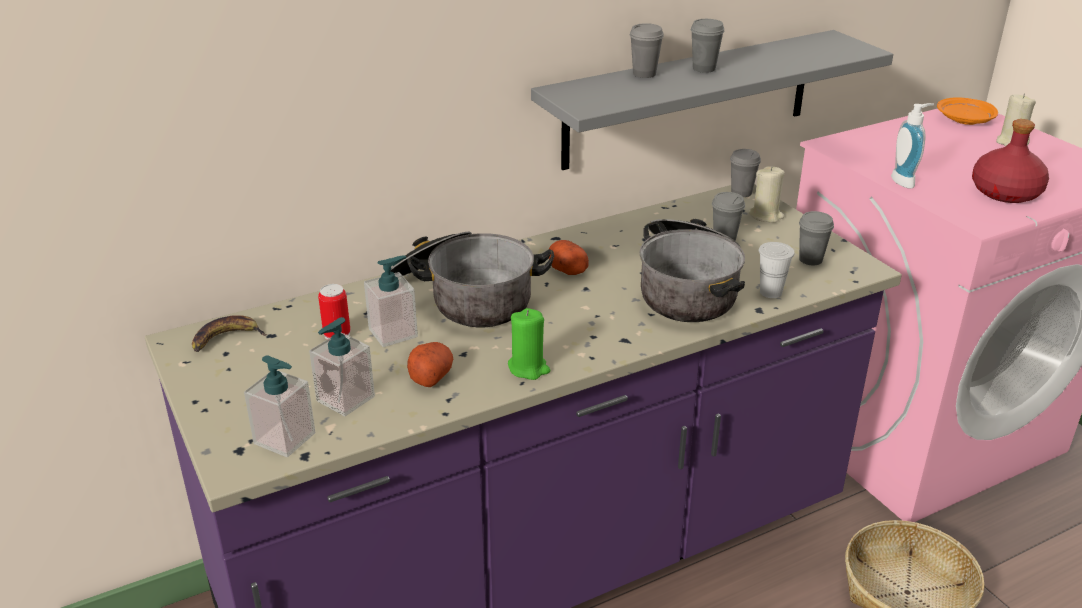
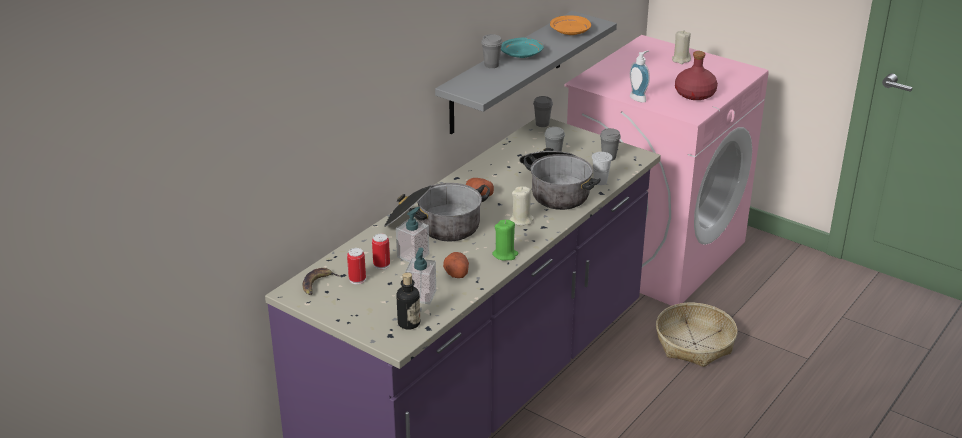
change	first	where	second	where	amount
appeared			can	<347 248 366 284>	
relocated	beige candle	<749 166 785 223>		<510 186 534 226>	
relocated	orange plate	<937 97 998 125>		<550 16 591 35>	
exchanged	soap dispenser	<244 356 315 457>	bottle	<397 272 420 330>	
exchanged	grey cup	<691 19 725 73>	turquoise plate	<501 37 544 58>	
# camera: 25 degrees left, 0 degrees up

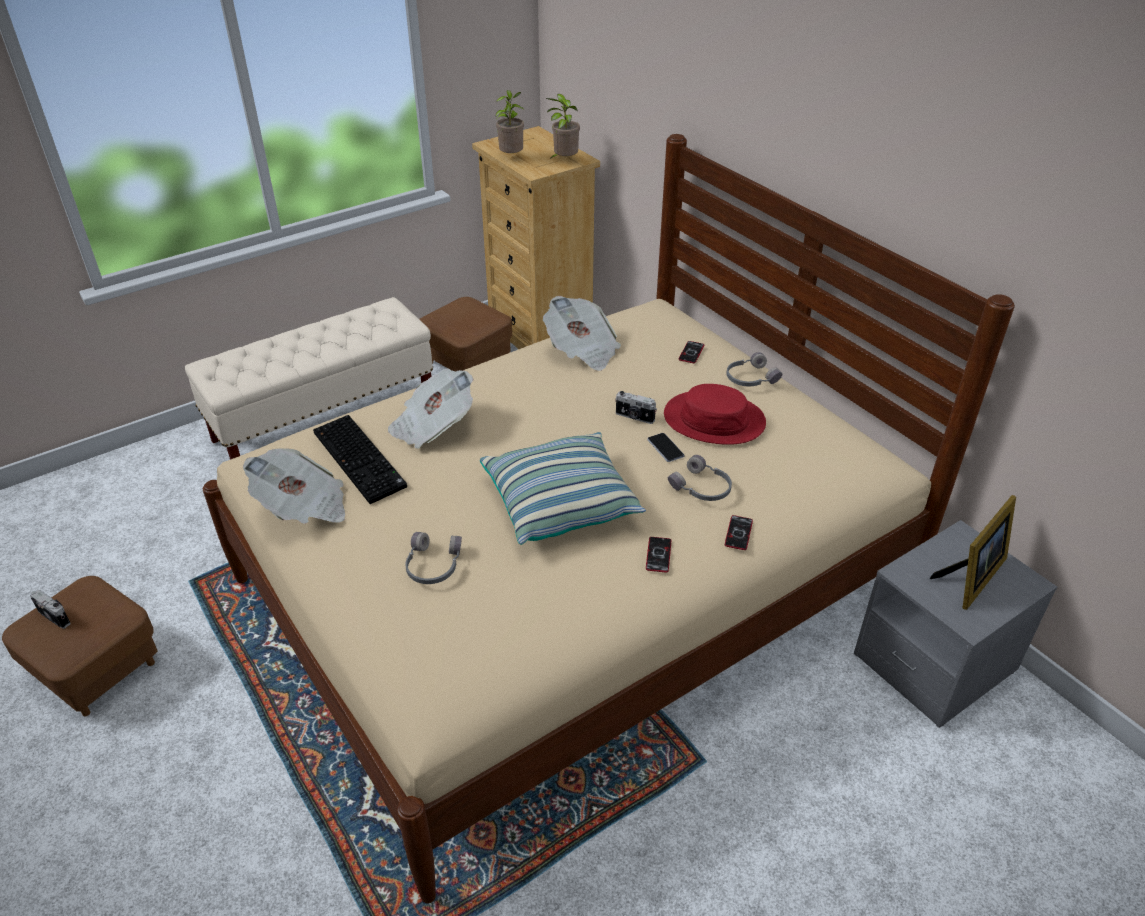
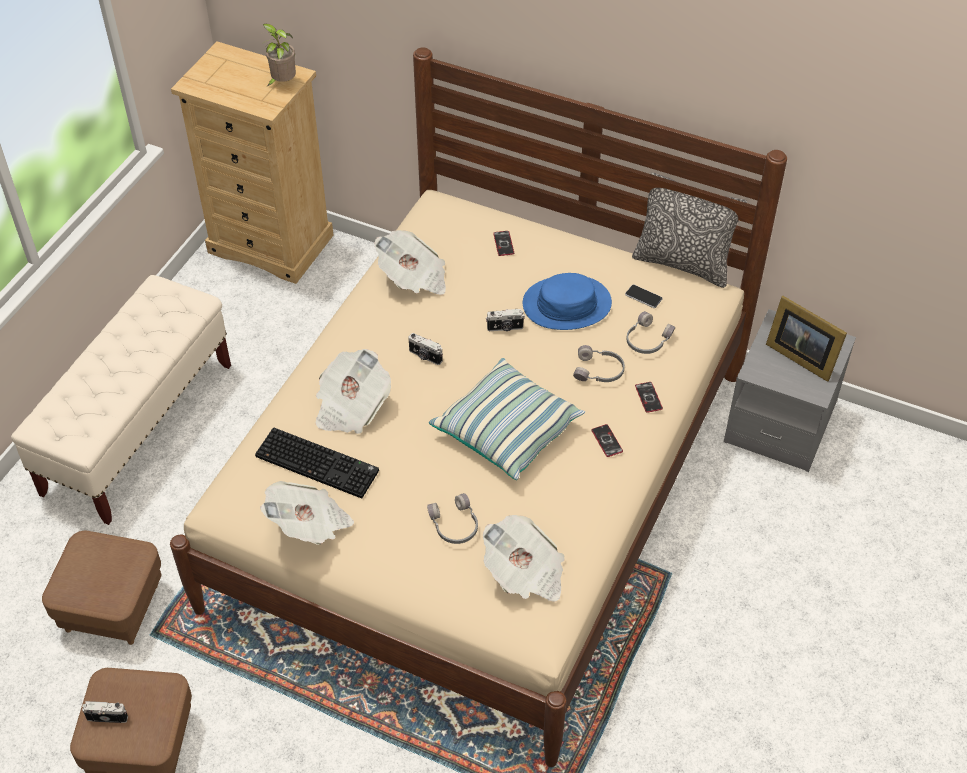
change	first	where	second	where	amount
missing	potted plant	<495 90 524 153>			
appeared			photo camera	<408 333 443 365>	
appeared			newspaper	<483 515 565 602>	
appeared			pillow	<632 173 747 288>	
relocated	brown ottoman	<420 297 512 371>		<42 531 162 645>	
relocated	phone	<647 433 684 462>		<625 285 663 308>	
relocated	grey headphones	<726 352 782 386>		<626 311 675 354>	
colour	red hat	<664 384 766 445>	blue hat	<523 273 612 330>	
spun	picture frame	<929 495 1016 610>		<766 296 847 382>	120 degrees clockwise
# camera: 30 degrees left, 10 degrees up

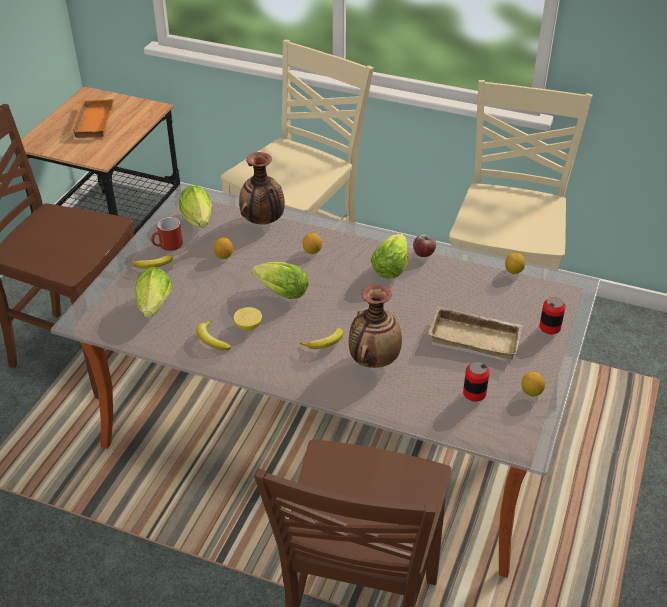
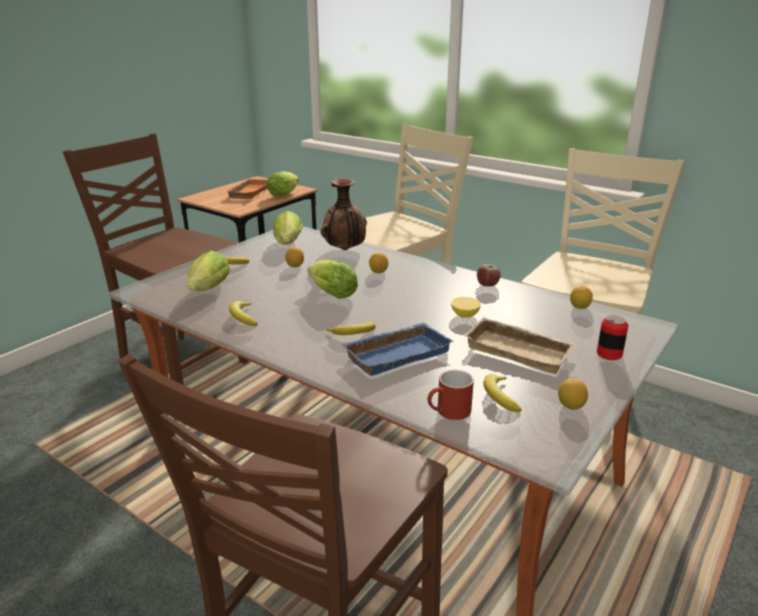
change	first	where	second	where	amount
relocated	red mug	<151 217 183 251>		<428 370 474 420>	
relocated	lemon	<234 307 262 330>		<451 297 481 318>	
relocated	lettuce	<371 234 408 279>		<266 171 299 197>	
exchanged	vase	<349 285 402 368>	blue tray	<342 323 454 376>	
exchanged	can	<463 362 490 402>	banana	<483 374 522 413>	
# camera: 15 degrees right, 15 degrees down

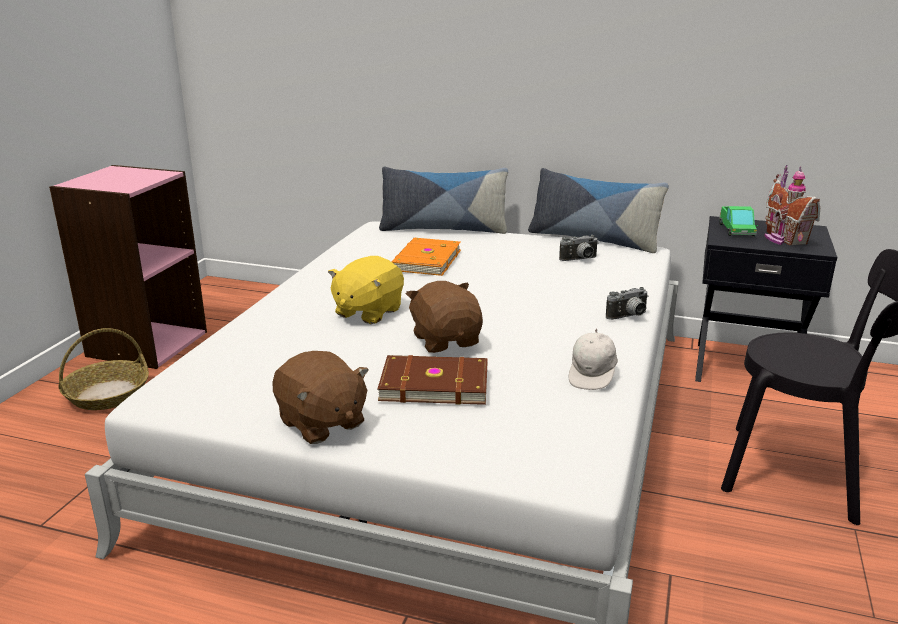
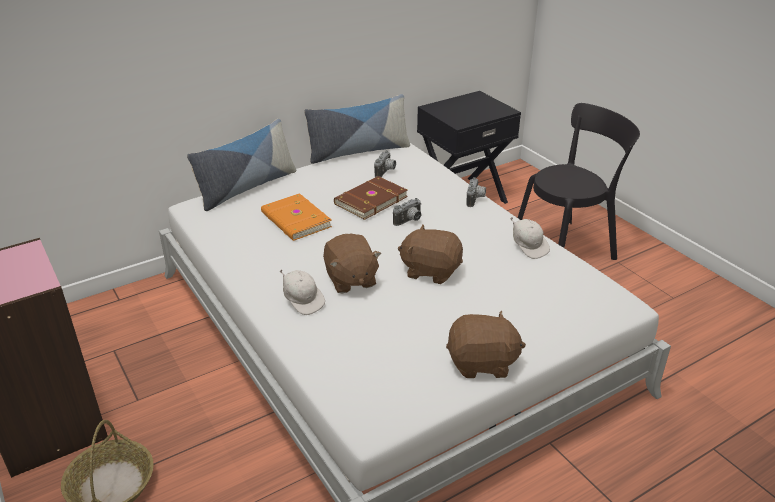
change	first	where	second	where	amount
missing	toy truck	<719 206 758 236>			
missing	toy house	<764 165 820 245>			
appeared			white cap	<280 270 325 315>	
appeared			photo camera	<393 198 422 226>	
relocated	brown book	<377 355 488 405>		<334 176 408 220>	
colour	yellow plush toy	<328 256 404 324>	brown plush toy	<323 234 381 293>	
# camera: 50 degrees left, 10 degrees up

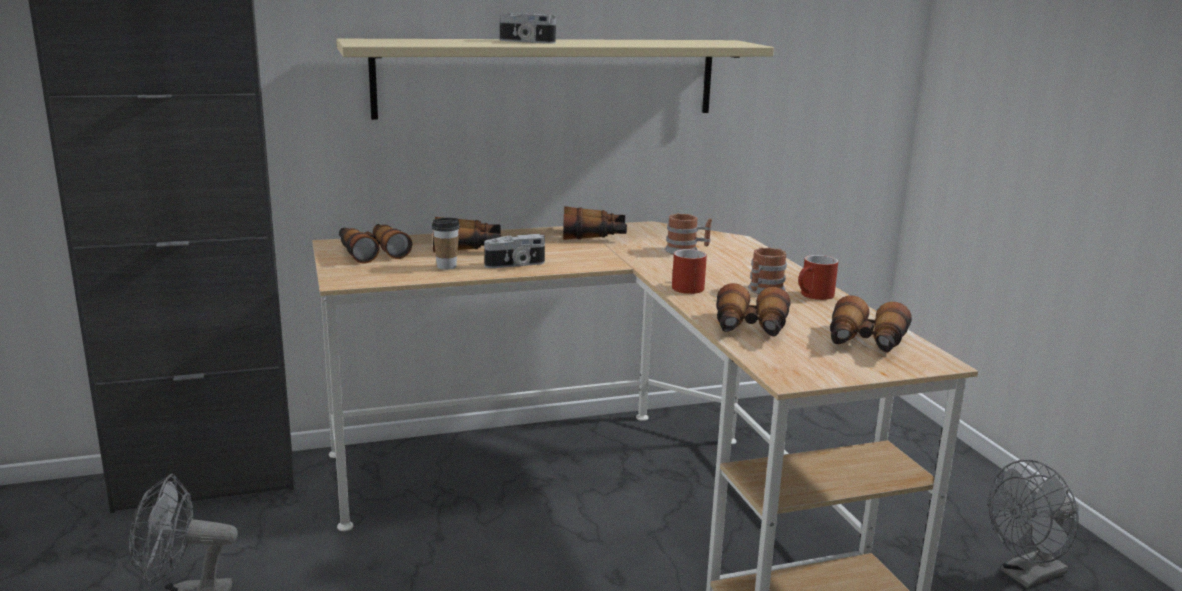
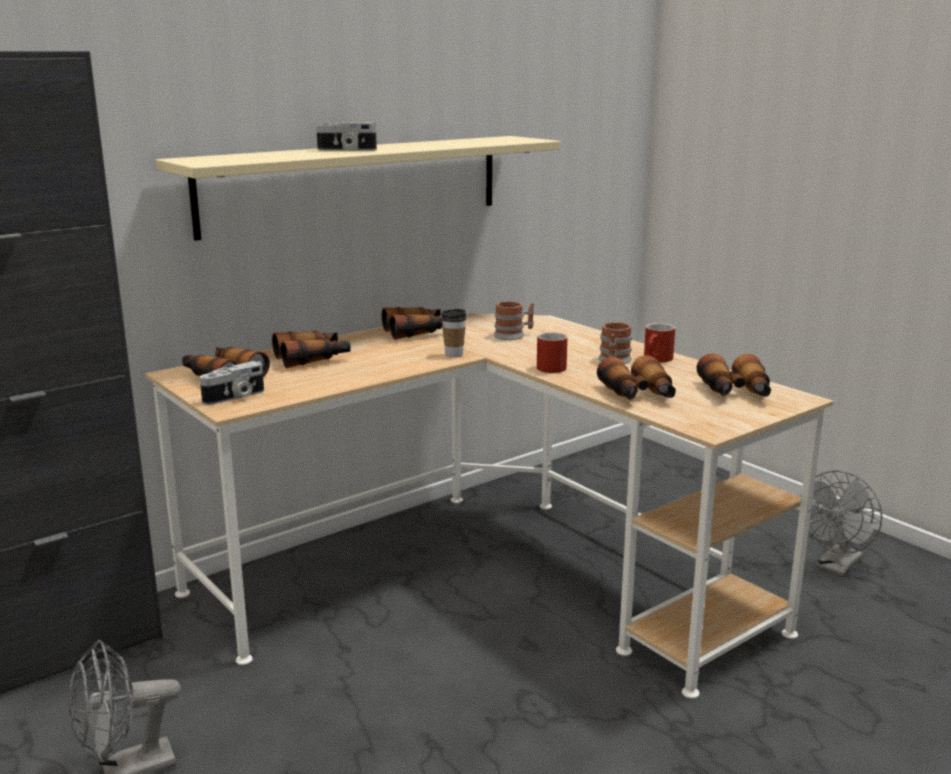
change	first	where	second	where	amount
relocated	cup	<432 218 460 270>		<441 309 467 358>	
relocated	photo camera	<484 234 545 268>		<200 361 264 405>	
# camera: 20 degrees left, 0 degrees up

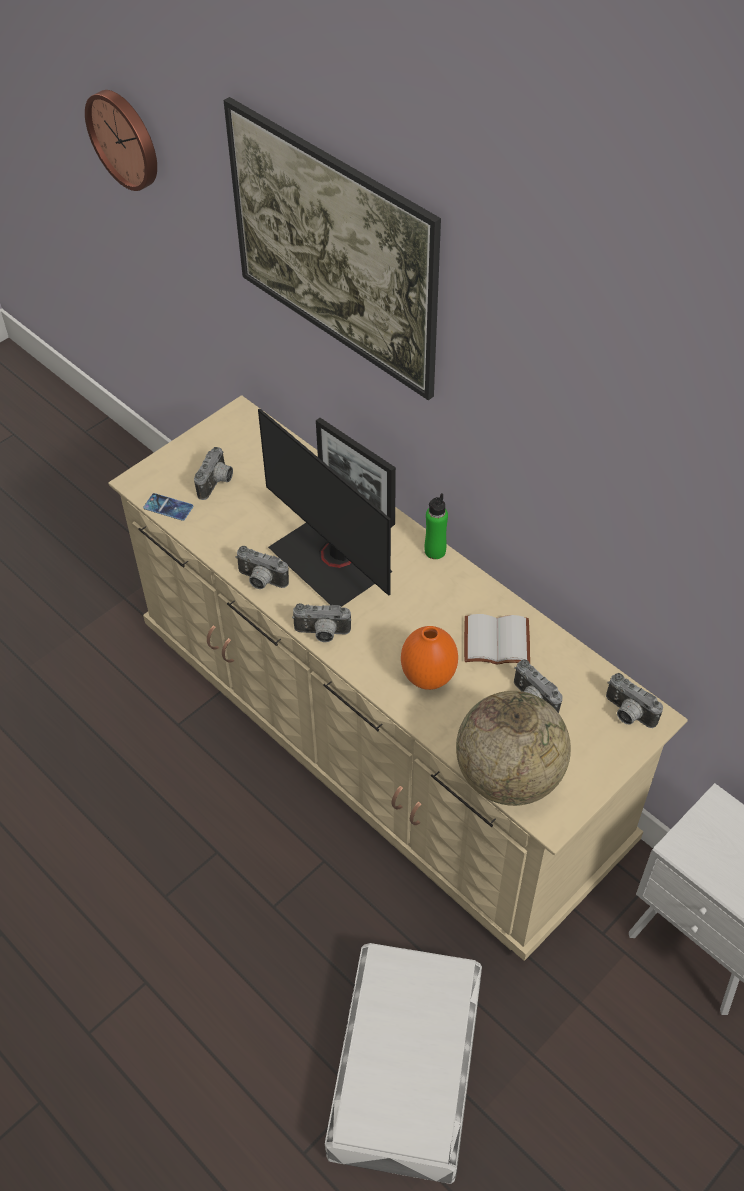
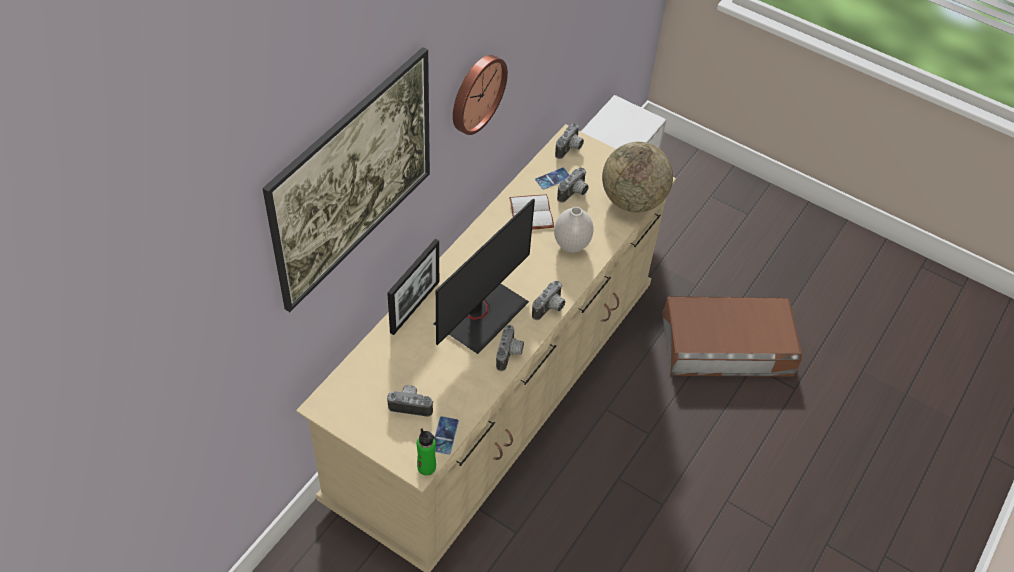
change	first	where	second	where	amount
appeared			phone	<535 167 569 189>	
relocated	wall clock	<85 90 157 191>		<453 55 508 135>	
relocated	green bottle	<424 493 448 559>		<417 428 436 475>	
colour	white storage box	<325 943 482 1184>	brown storage box	<663 296 802 377>	
colour	orange vase	<401 626 458 690>	white vase	<554 207 593 253>	
spun	photo camera	<292 603 351 642>		<532 281 565 320>	45 degrees clockwise
# camera: 105 degrees left, 0 degrees up

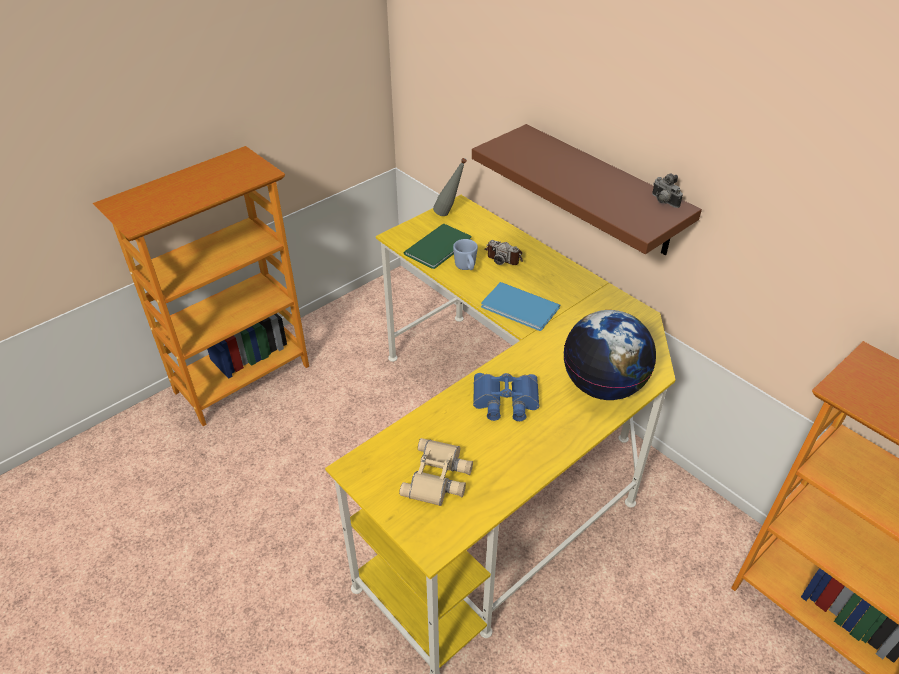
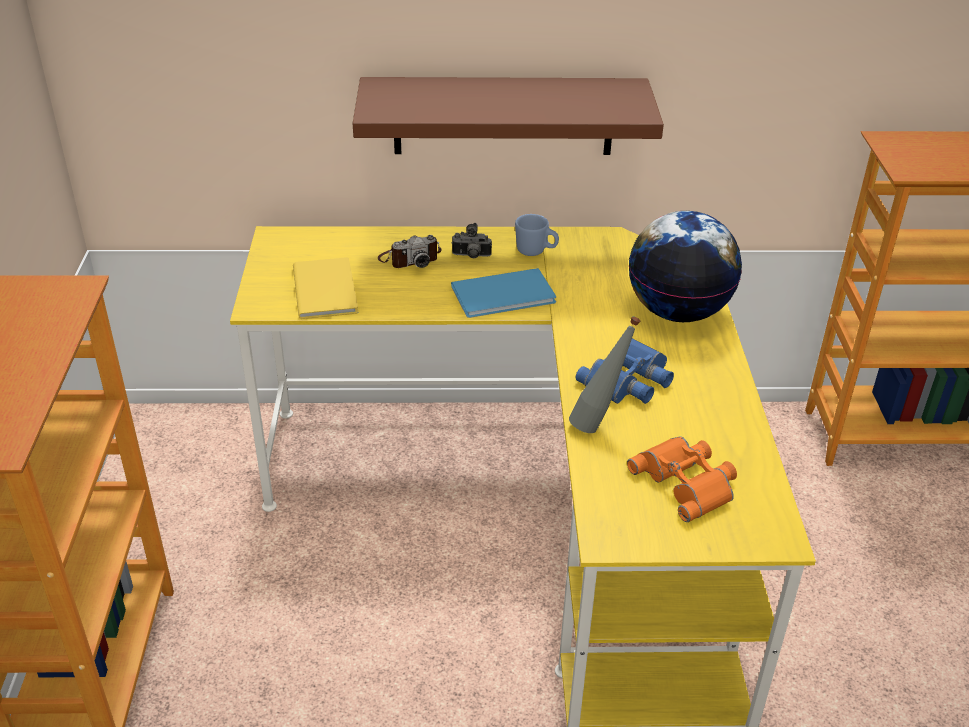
change	first	where	second	where	amount
relocated	grey bottle	<433 158 467 216>		<569 317 640 433>	
relocated	blue mug	<453 239 478 270>		<515 214 559 256>	
relocated	photo camera	<652 173 683 208>		<451 223 492 258>	
colour	beige binoculars	<399 438 473 506>	orange binoculars	<627 437 737 522>	
colour	green book	<403 224 472 269>	yellow book	<293 257 358 319>	
# camera: 50 degrees left, 5 degrees down

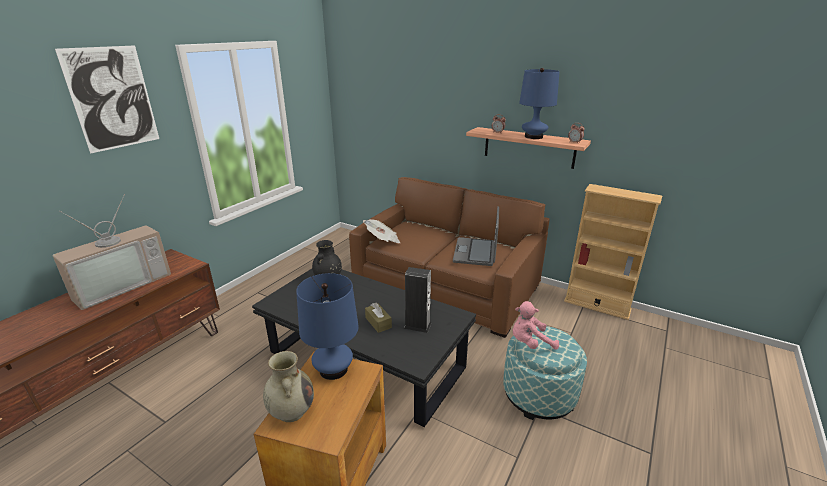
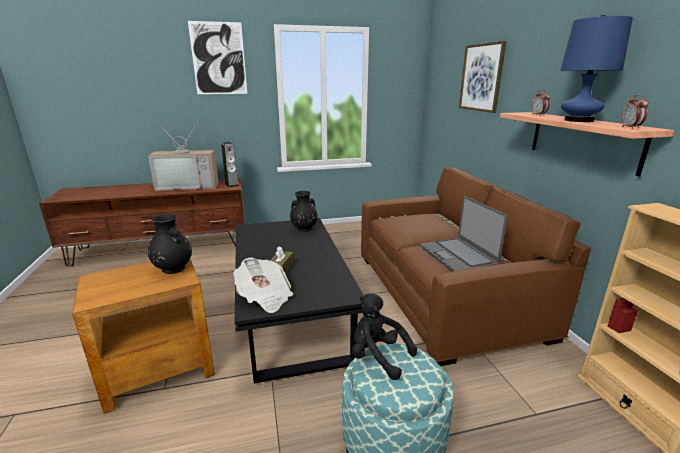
change	first	where	second	where	amount
missing	beige vase	<263 351 314 422>			
appeared			picture	<459 41 507 113>	
relocated	newspaper	<363 219 400 243>		<233 257 293 313>	
relocated	speaker	<404 267 431 333>		<221 142 239 188>	
exchanged	blue table lamp	<296 273 359 380>	black vase	<148 214 192 274>	
colour	pink plush toy	<513 301 559 349>	black plush toy	<352 293 417 380>	
spun	laptop	<453 206 499 266>		<420 196 508 271>	75 degrees counterclockwise
# camera: 45 degrees right, 5 degrees down

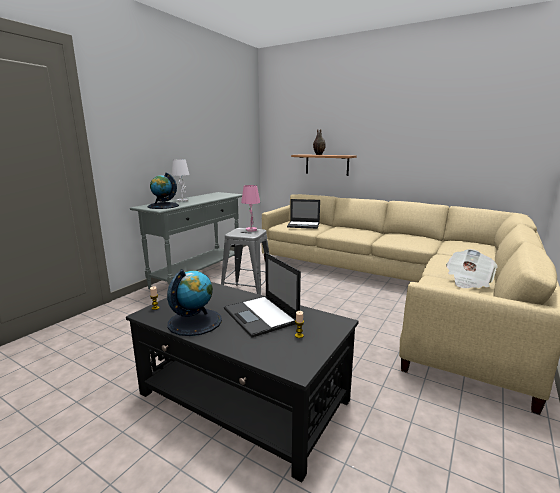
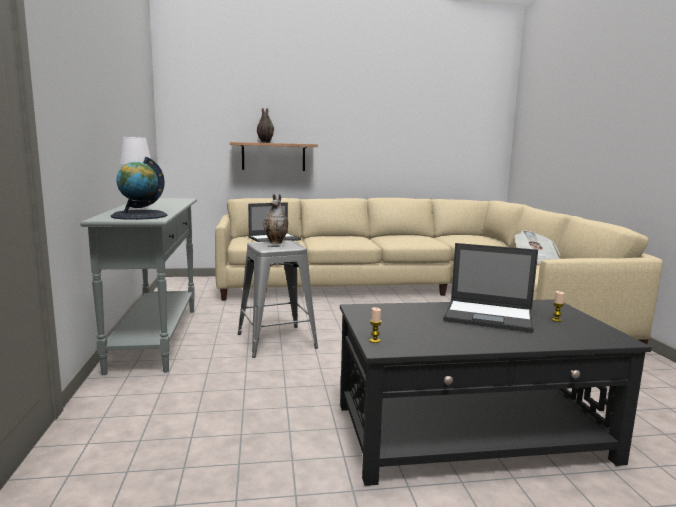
change	first	where	second	where	amount
missing	globe	<167 269 222 336>			
exchanged	pink table lamp	<241 185 260 232>	vase	<263 194 288 244>	
# camera: 40 degrees left, 5 degrees down

